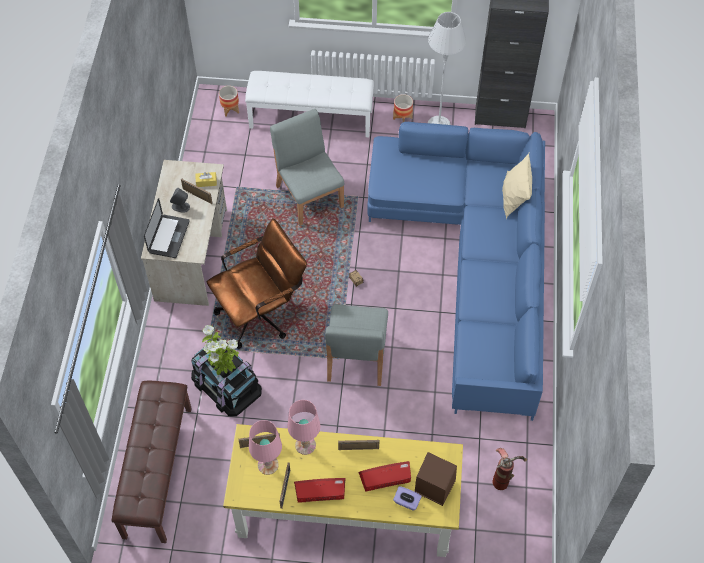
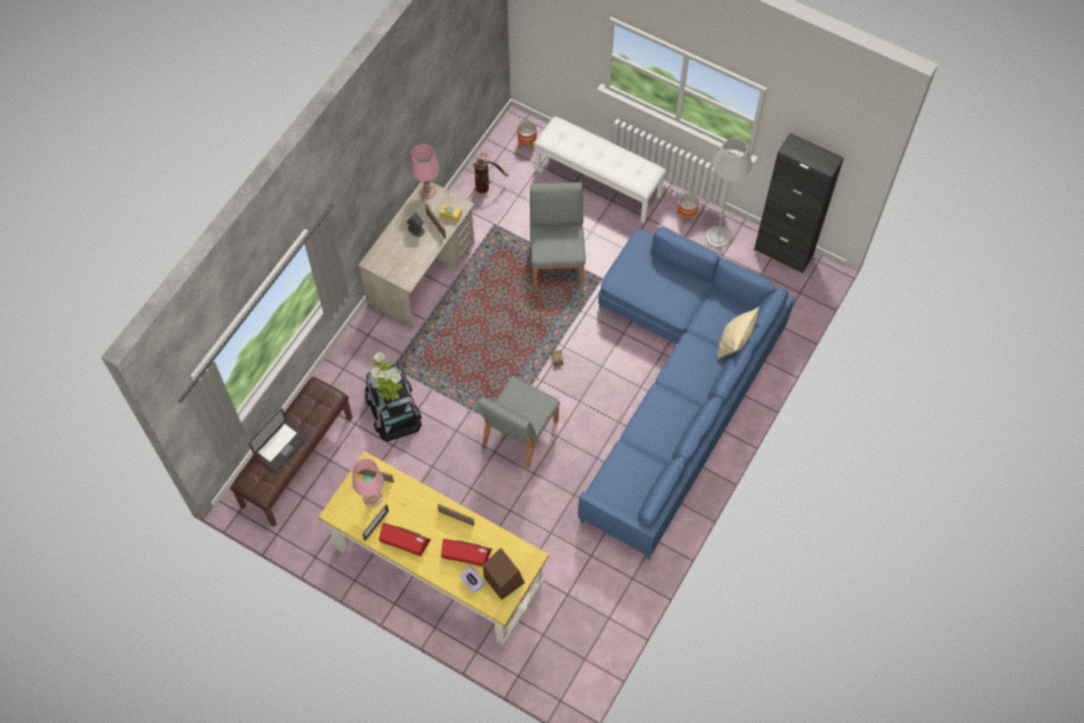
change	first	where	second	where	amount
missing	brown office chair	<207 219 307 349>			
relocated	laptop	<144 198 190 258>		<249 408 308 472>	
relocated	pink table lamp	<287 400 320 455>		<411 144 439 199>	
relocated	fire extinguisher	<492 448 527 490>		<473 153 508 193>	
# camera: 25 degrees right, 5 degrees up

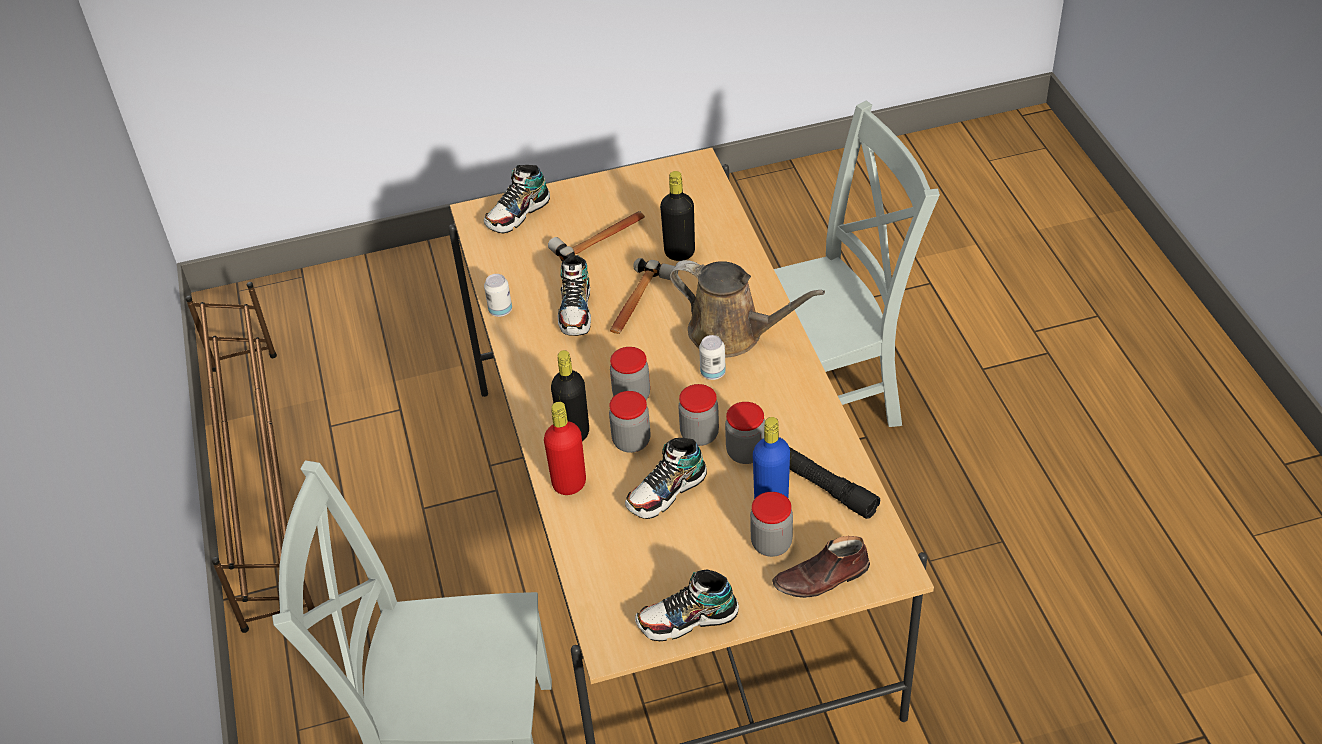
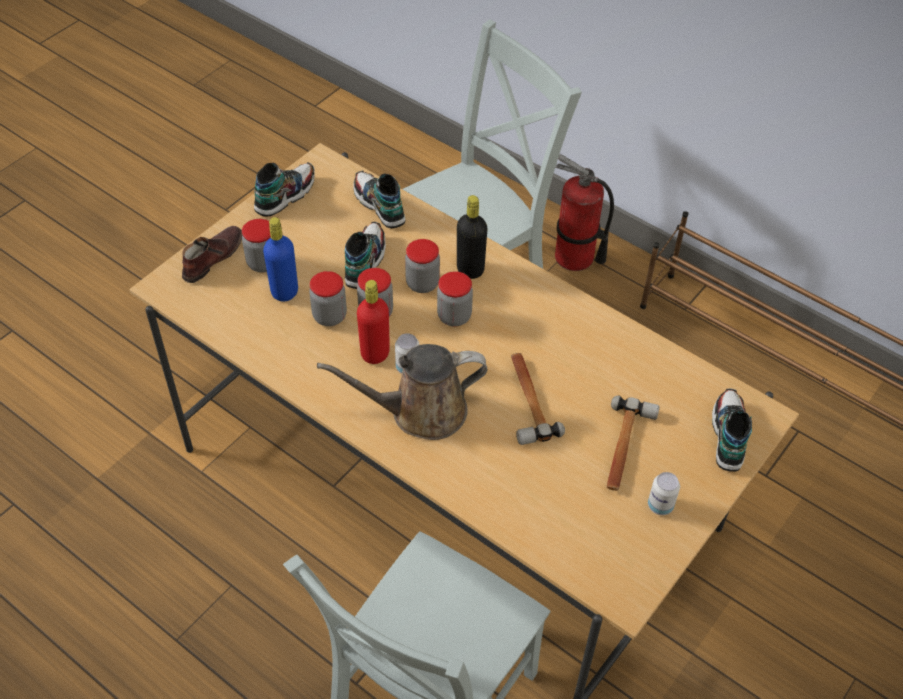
change	first	where	second	where	amount
missing	black bottle	<660 171 695 261>			
missing	black flashlight	<789 447 880 519>			
appeared			fire extinguisher	<555 154 614 271>	
relocated	can	<484 274 512 317>		<648 472 680 515>	
relocated	red bottle	<544 402 586 495>		<357 280 390 364>	
relocated	shoe	<558 255 591 336>		<353 170 406 228>	
# camera: 140 degrees right, 5 degrees up

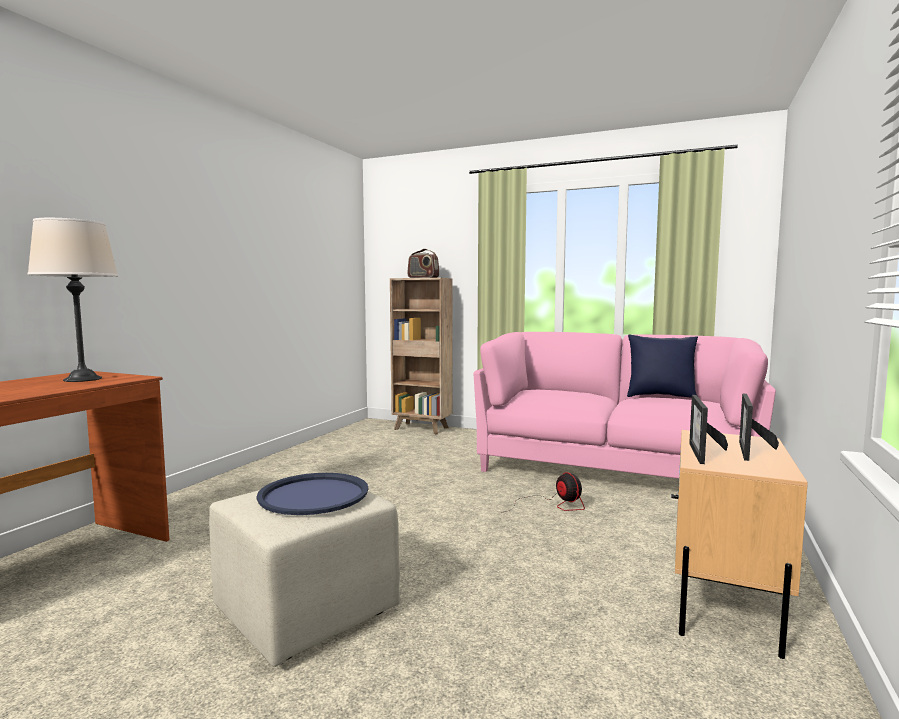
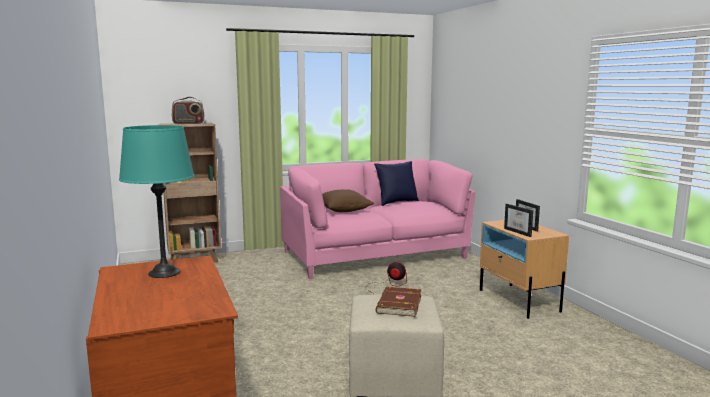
change	first	where	second	where	amount
appeared			brown pillow	<322 189 374 212>	
exchanged	blue tray	<256 473 368 515>	brown book	<376 287 422 317>	
colour	beige table lamp	<27 218 118 382>	turquoise table lamp	<119 125 195 278>	
# camera: 45 degrees left, 5 degrees up

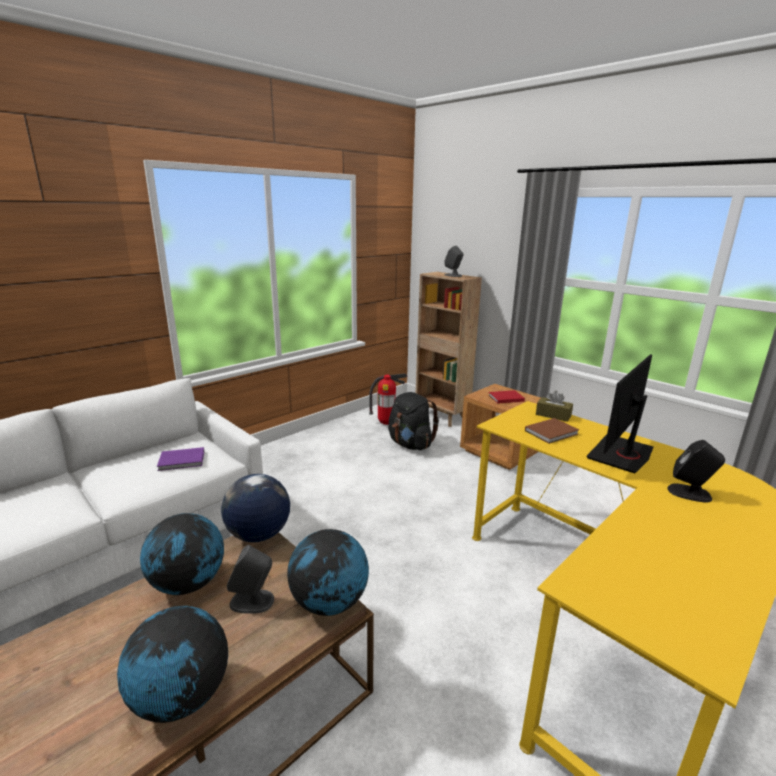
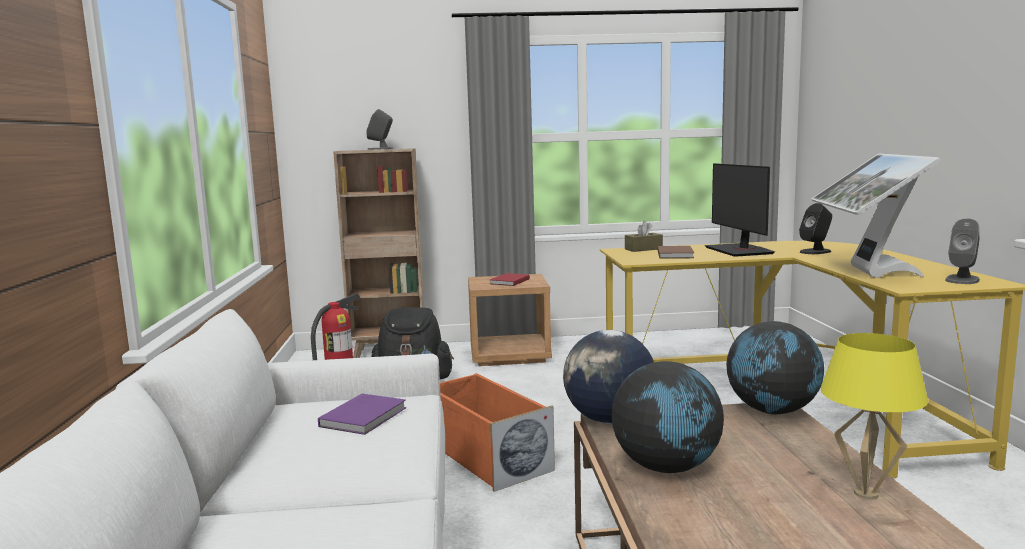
change	first	where	second	where	amount
appeared			orange storage box	<440 373 555 492>	
appeared			monitor	<811 153 940 278>	
relocated	grey speaker	<227 545 274 614>		<945 219 980 284>	
exchanged	globe	<117 606 228 723>	yellow table lamp	<820 333 928 500>	
# camera: 50 degrees left, 10 degrees down

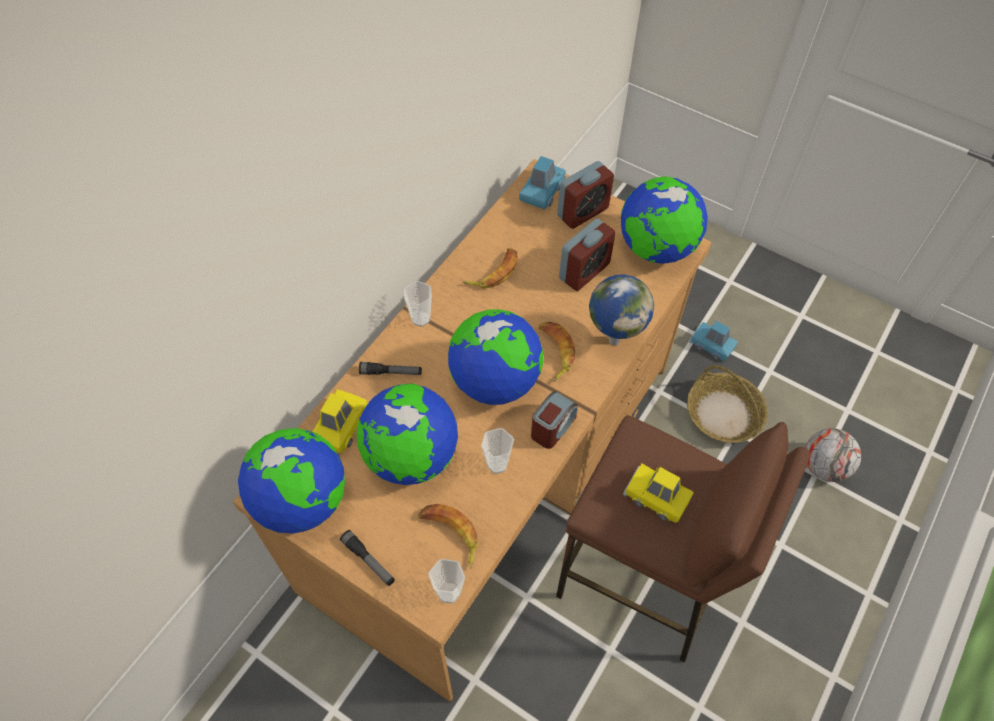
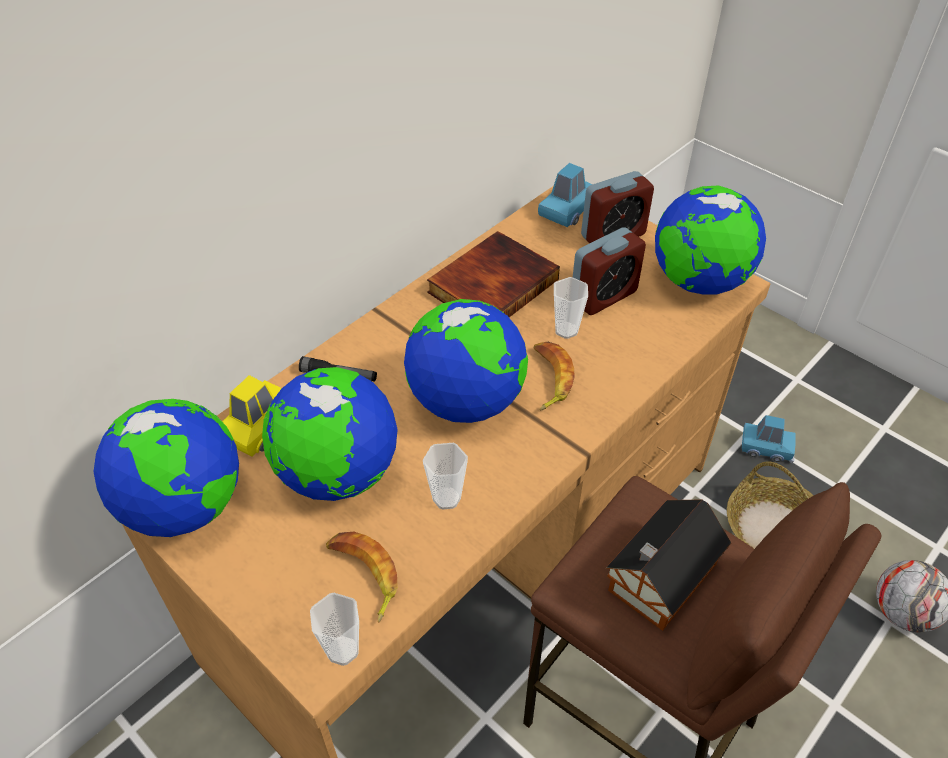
change	first	where	second	where	amount
missing	flashlight	<340 530 395 586>			
missing	alarm clock	<531 391 578 449>			
missing	globe	<589 274 654 345>			
relocated	cup	<404 281 432 327>		<554 277 588 339>	
exchanged	banana	<463 248 518 288>	book	<427 231 560 317>	
exchanged	yellow toy car	<623 464 694 523>	toy house	<606 499 731 631>	
spun	blue toy car	<689 321 738 361>		<742 415 796 463>	150 degrees clockwise
# camera: 10 degrees right, 10 degrees down

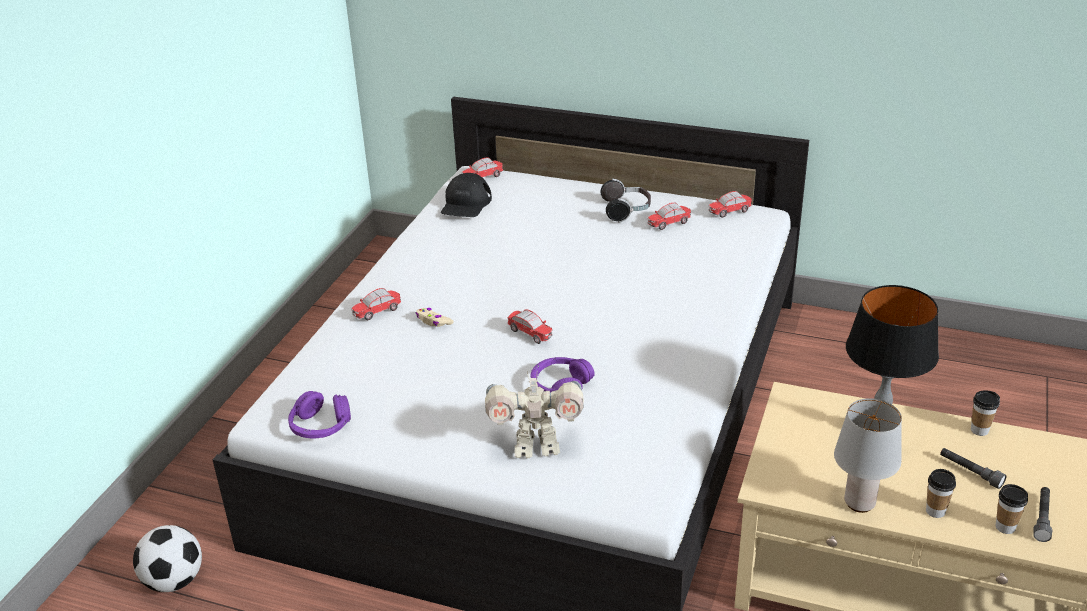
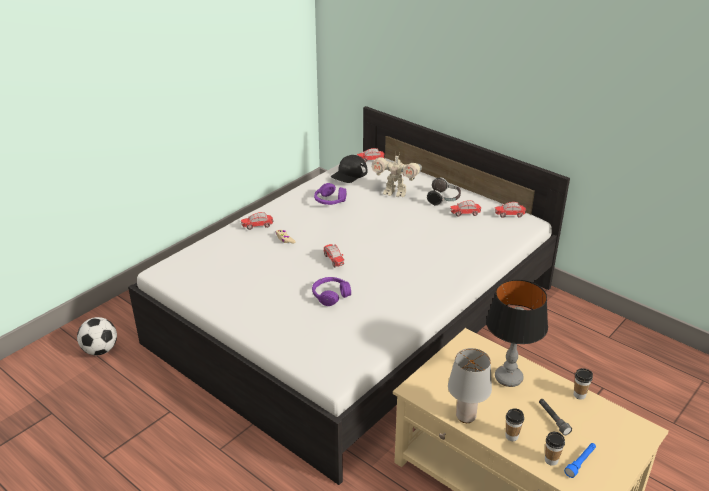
change	first	where	second	where	amount
relocated	purple headphones	<288 391 351 438>		<314 183 347 205>	
relocated	toy robot	<485 371 584 458>		<372 153 422 197>	
colour	grey flashlight	<1033 487 1053 542>	blue flashlight	<564 443 596 478>	
# camera: 20 degrees right, 0 degrees up

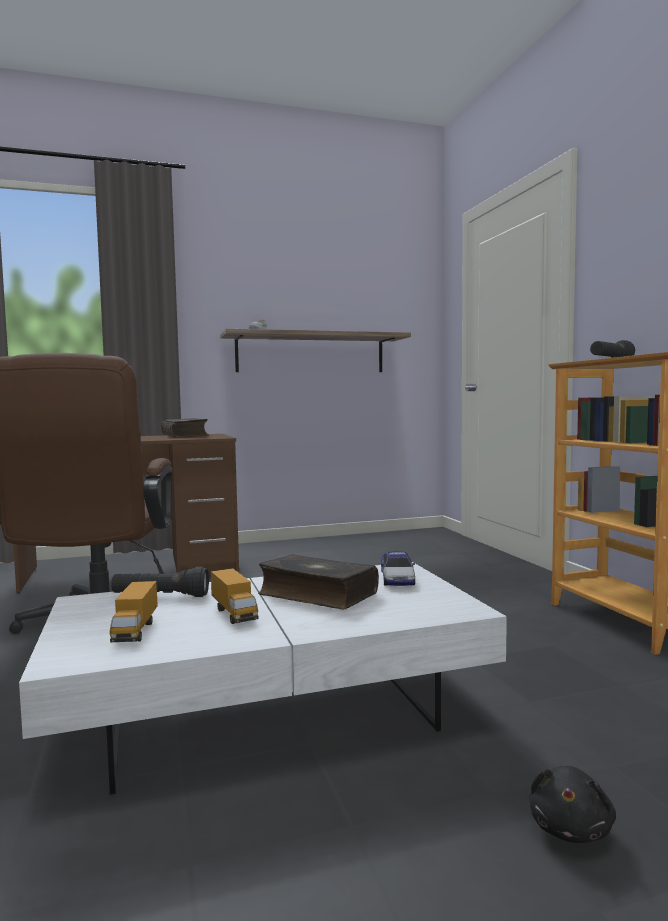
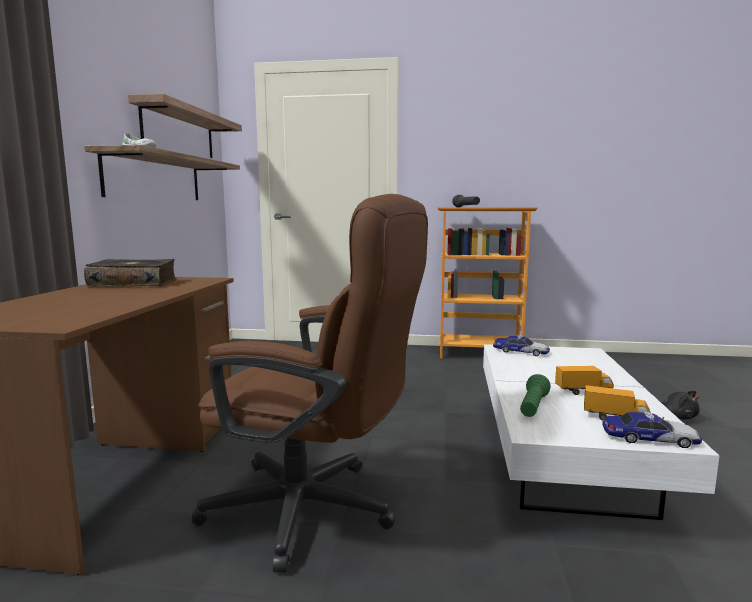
change	first	where	second	where	amount
missing	book	<258 554 379 609>			
appeared			shelf	<128 94 242 158>	
appeared			toy car	<602 412 702 448>	
colour	black flashlight	<111 567 209 597>	green flashlight	<520 374 551 417>	
# camera: 65 degrees left, 5 degrees up

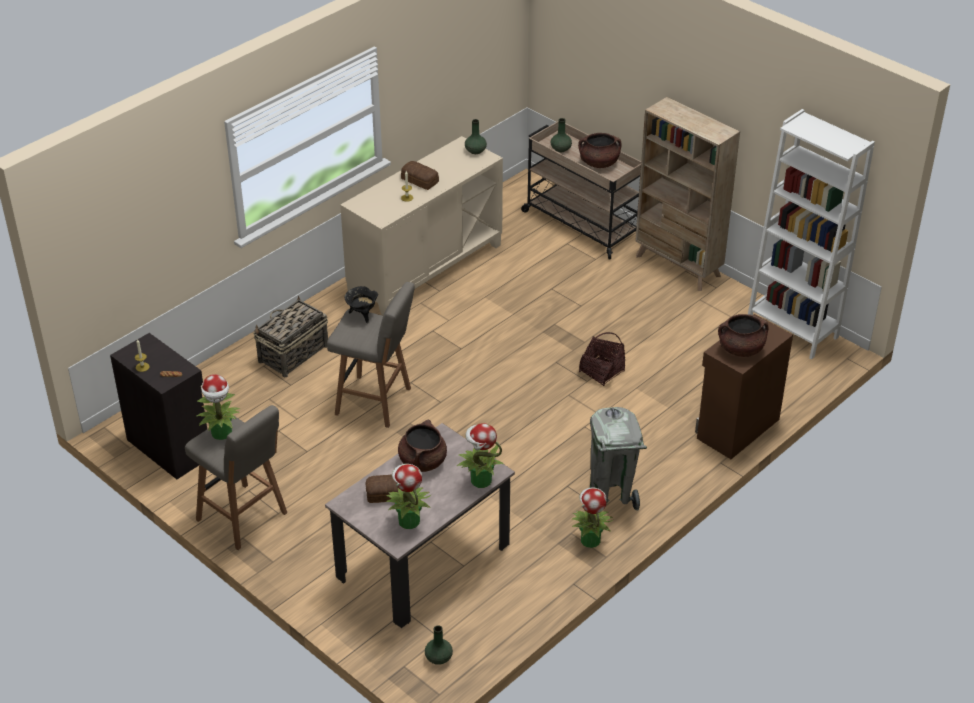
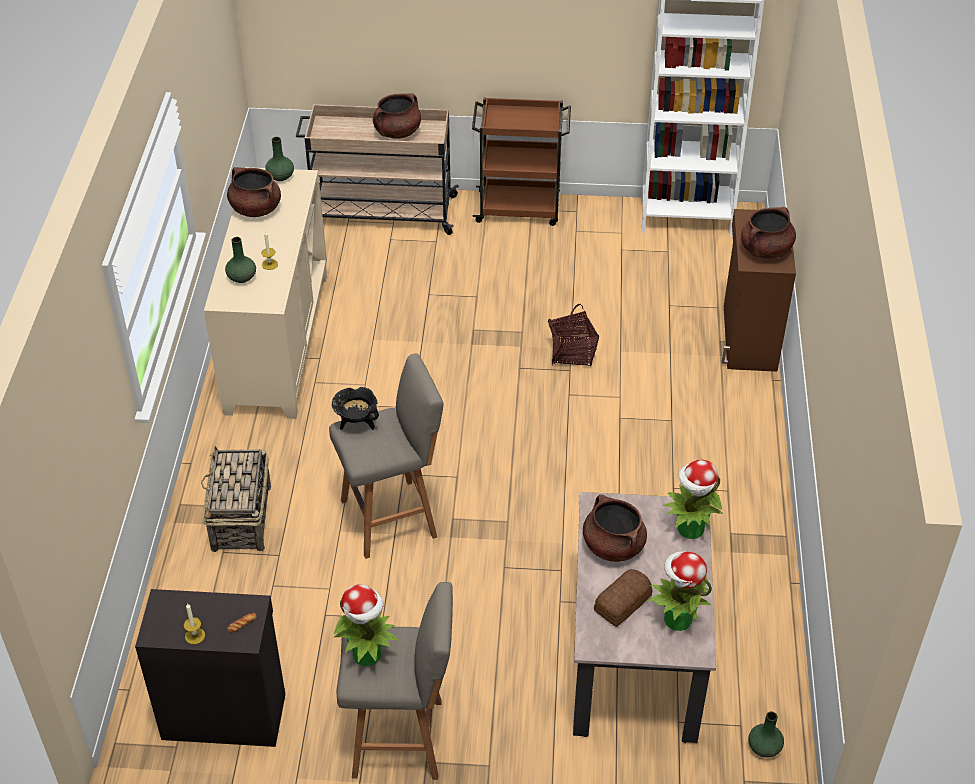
change	first	where	second	where	amount
missing	bread	<401 161 439 190>			
missing	potted plant	<572 487 613 548>			
missing	grey trash can	<590 407 647 511>			
appeared			brown cooking pot	<227 167 281 217>	
relocated	green vase	<551 118 572 152>		<225 237 256 283>	
exchanged	beige bookcase	<635 97 740 291>	brown cart	<472 97 571 226>	
# camera: 40 degrees left, 5 degrees up

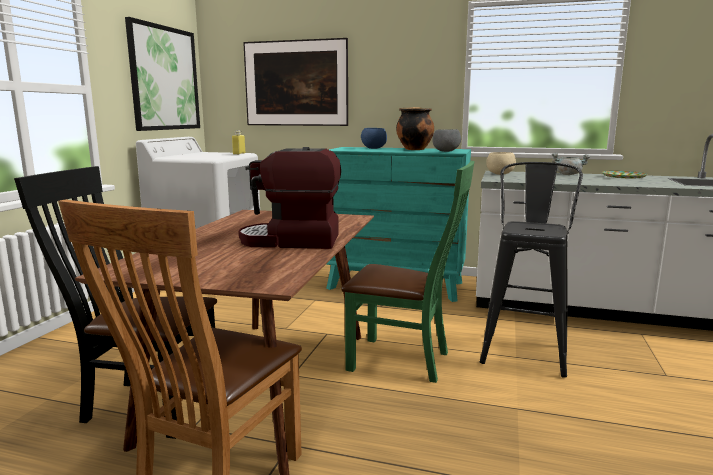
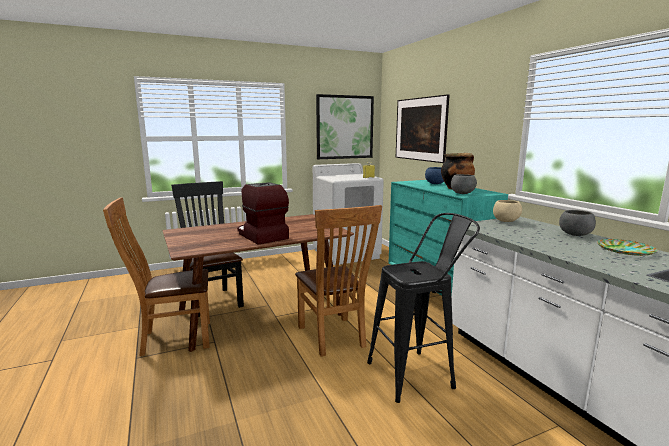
change	first	where	second	where	amount
exchanged	grey cooking pot	<552 153 591 175>	grey bowl	<559 210 596 236>	
colour	green chair	<341 161 475 383>	brown chair	<295 205 382 357>	
# camera: 50 degrees right, 0 degrees up

